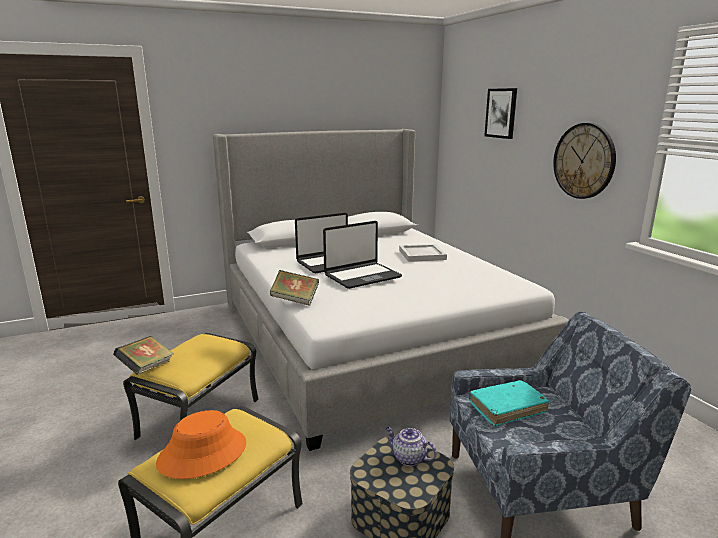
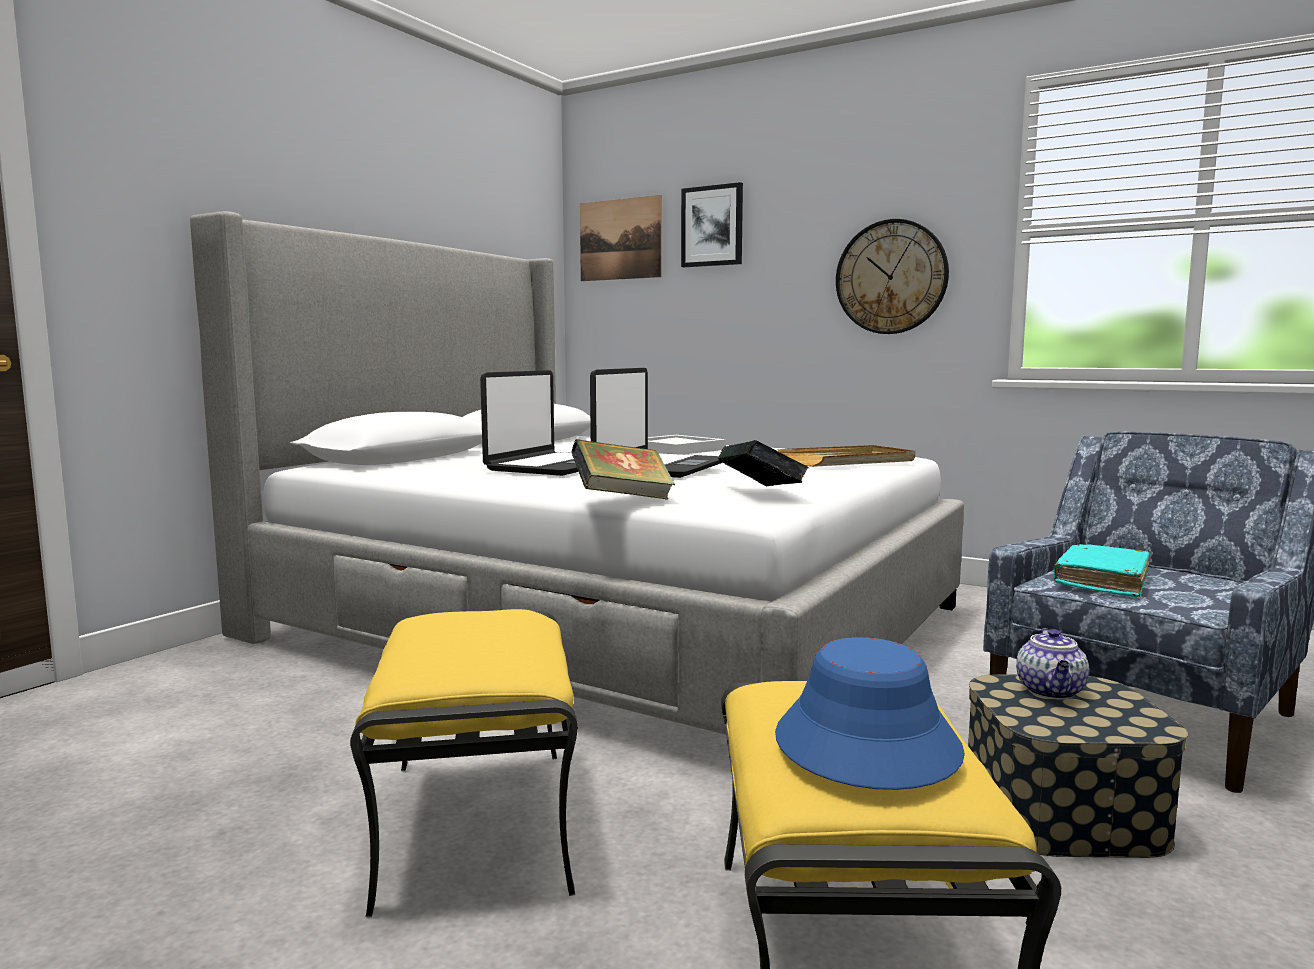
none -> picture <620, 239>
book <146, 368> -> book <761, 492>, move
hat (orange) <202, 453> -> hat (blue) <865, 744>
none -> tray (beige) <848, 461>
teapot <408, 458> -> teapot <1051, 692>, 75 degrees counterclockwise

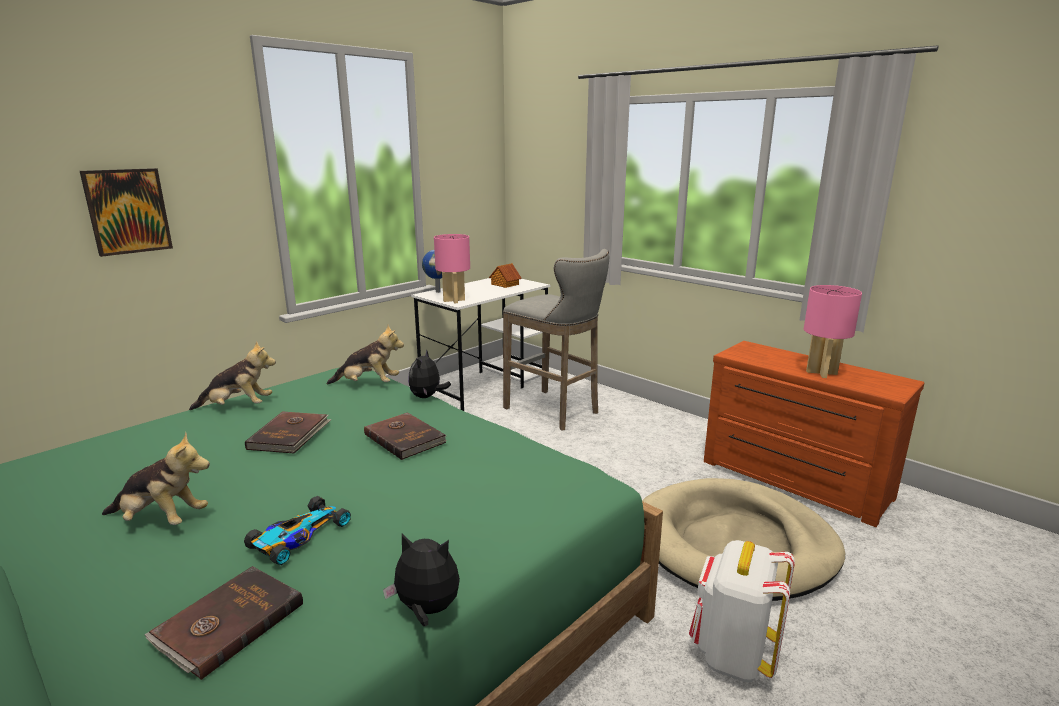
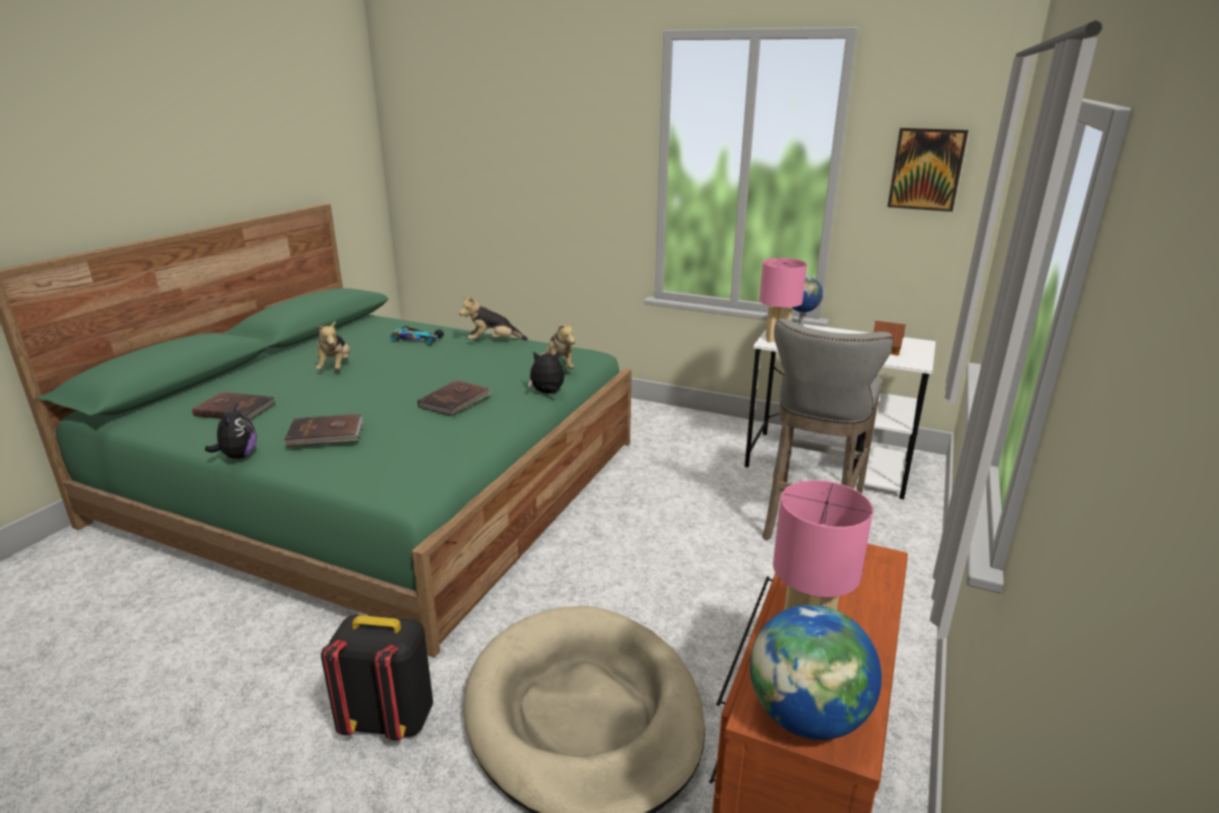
book (brown) <290, 435> -> book (brown) <325, 434>, move
backpack (white) <732, 655> -> backpack (black) <389, 719>
toy car <298, 537> -> toy car <416, 339>, move
plush toy <238, 407> -> plush toy <493, 342>, 105 degrees clockwise
none -> globe <807, 717>
picture <127, 211> -> picture <926, 169>, move

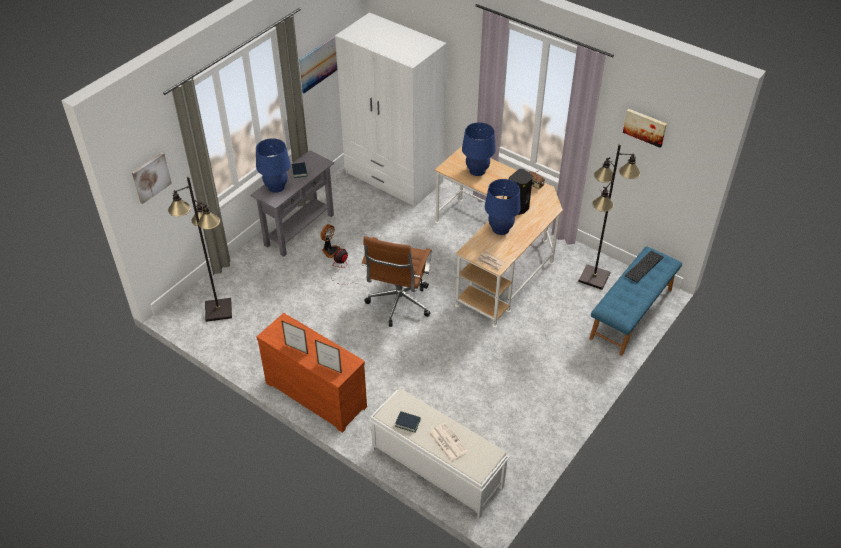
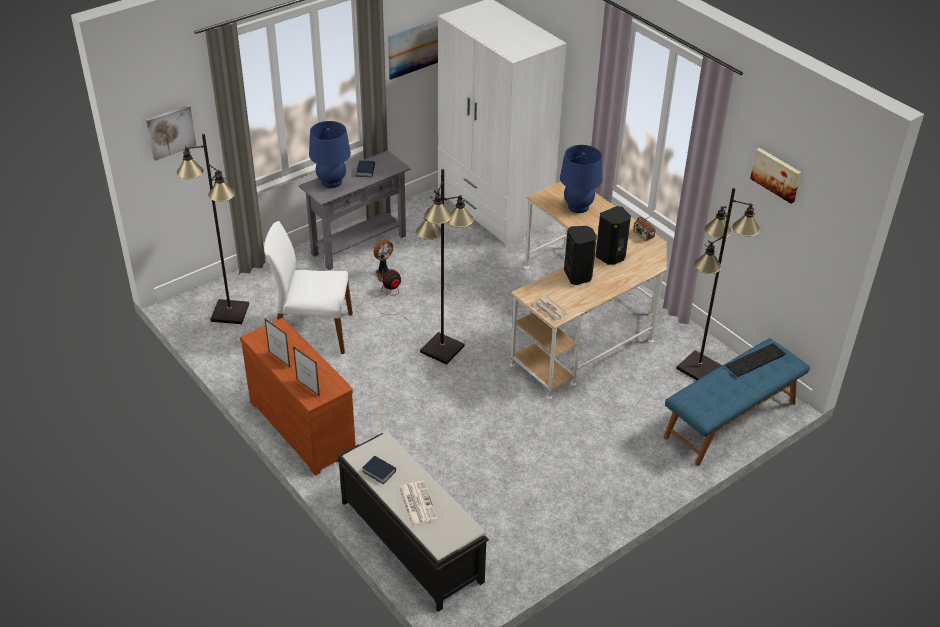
none -> chair (white) <313, 331>
bench (white) <436, 467> -> bench (black) <410, 541>
office chair (brown) <398, 304> -> floor lamp (black) <441, 349>
table lamp (blue) <500, 229> -> speaker (black) <578, 276>

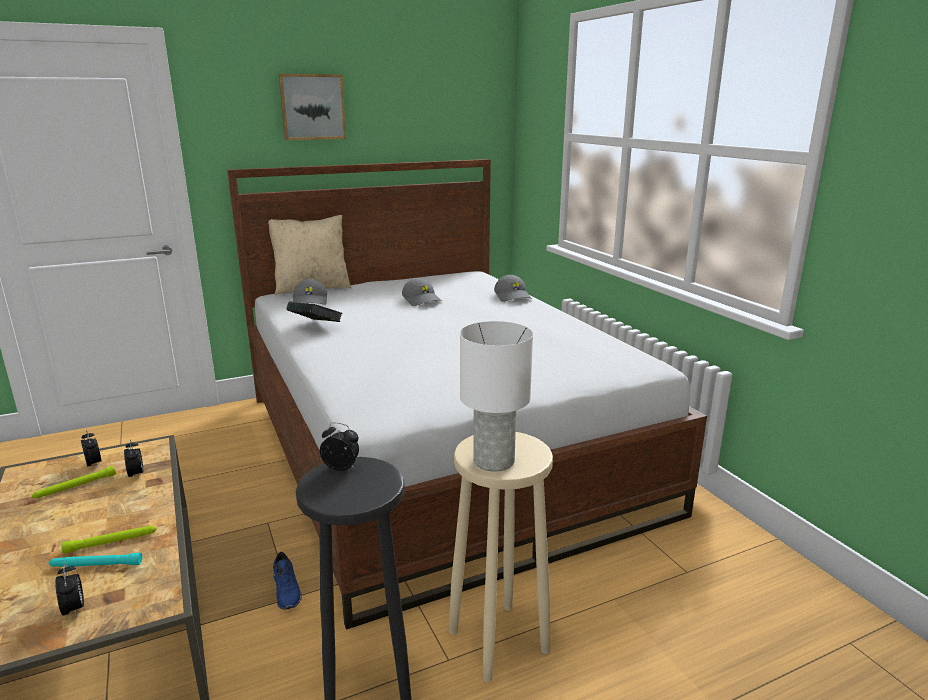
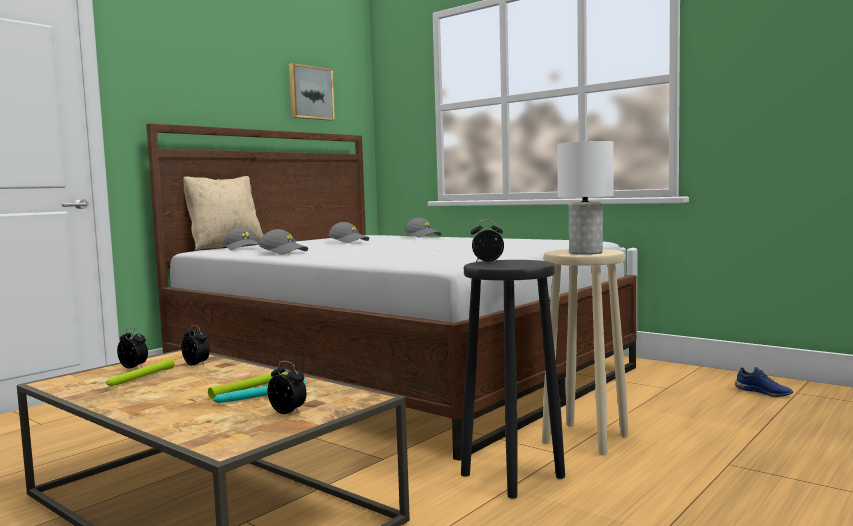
book <315, 327> -> cap (grey) <284, 252>
picture <312, 107> -> picture <310, 93>, move
shoe (blue) <287, 590> -> shoe (blue) <763, 392>, move

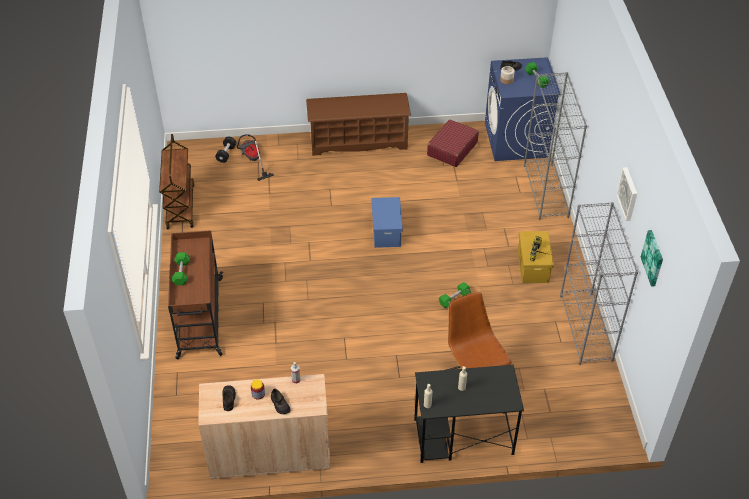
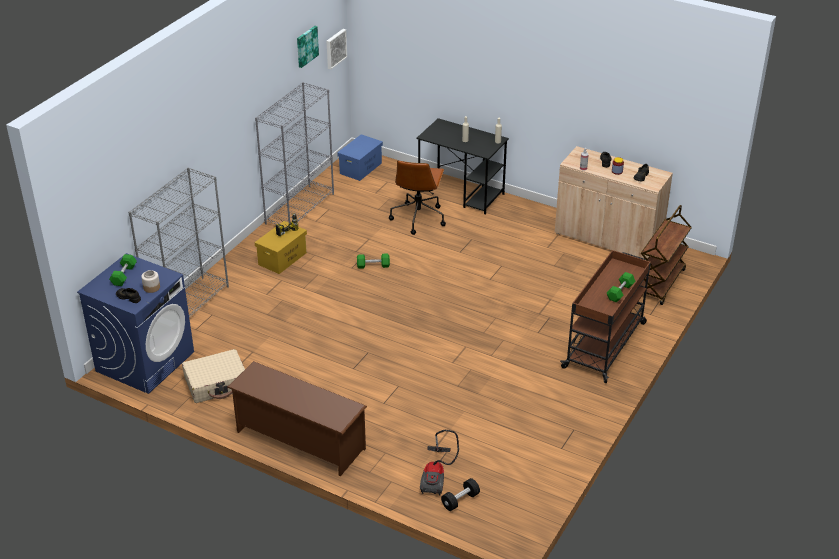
suitcase (red) <452, 149> -> suitcase (beige) <217, 383>
picture <628, 193> -> picture <335, 48>, move
storage box (blue) <386, 232> -> storage box (blue) <361, 168>, move
cart (brown) <180, 206> -> cart (brown) <660, 284>, move

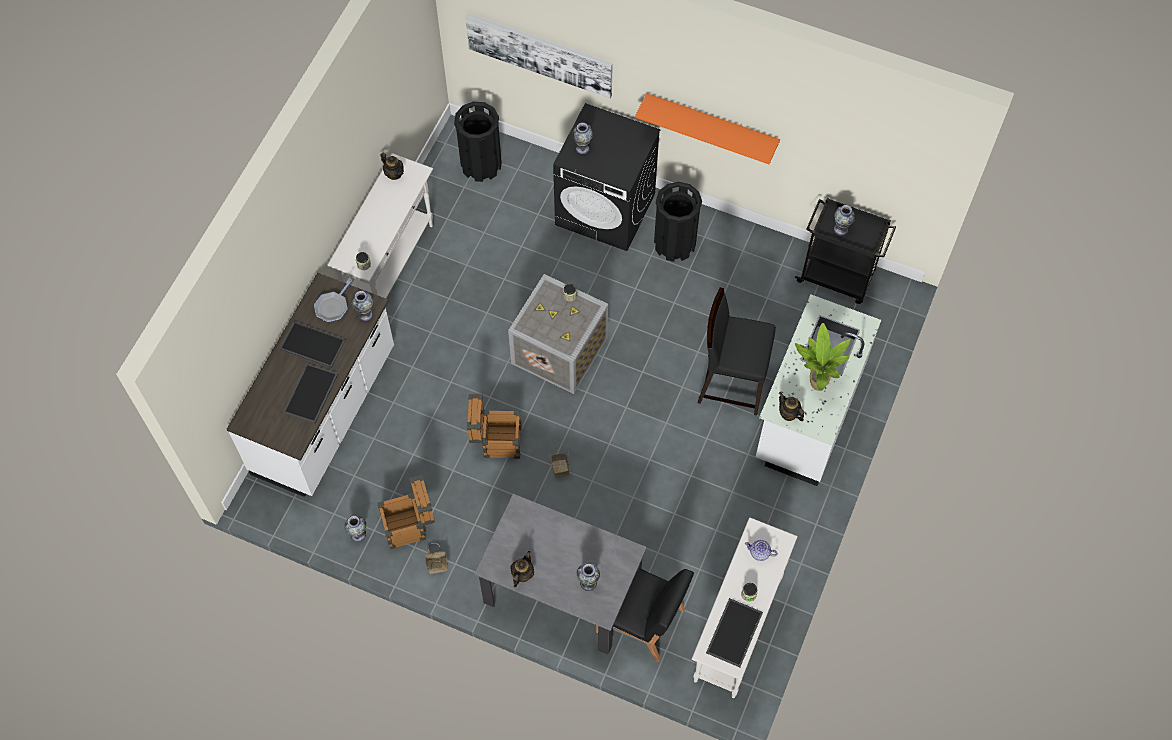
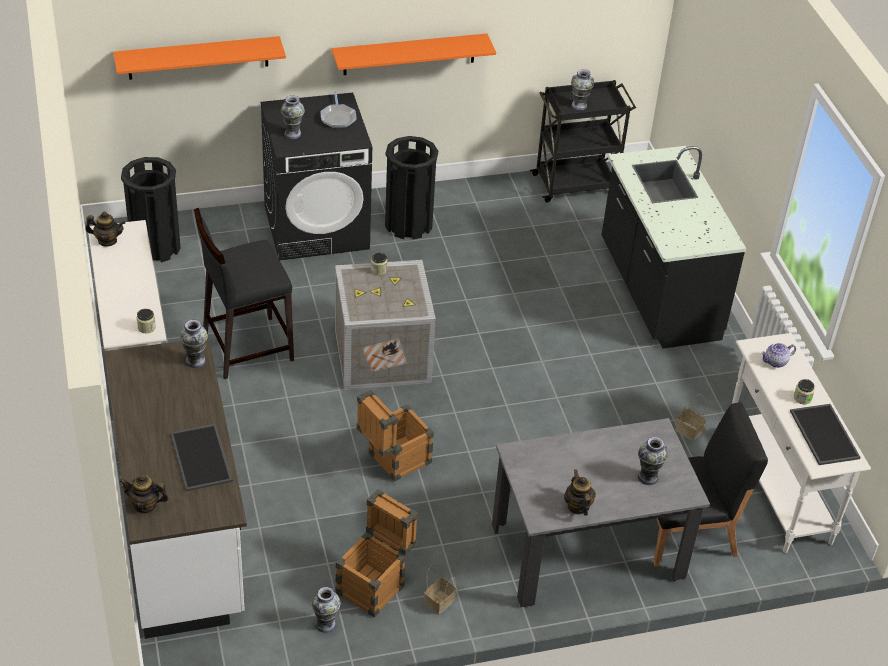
picture <540, 54> -> shelf (orange) <198, 58>
teapot <788, 414> -> teapot <145, 505>, move
stool (black) <731, 383> -> stool (black) <246, 347>, move
frying pan <332, 307> -> frying pan <338, 117>, move
counter (white) <807, 414> -> counter (black) <657, 292>
basket <559, 468> -> basket <687, 431>, move
tray <311, 345> -> none
potted plant <815, 384> -> none

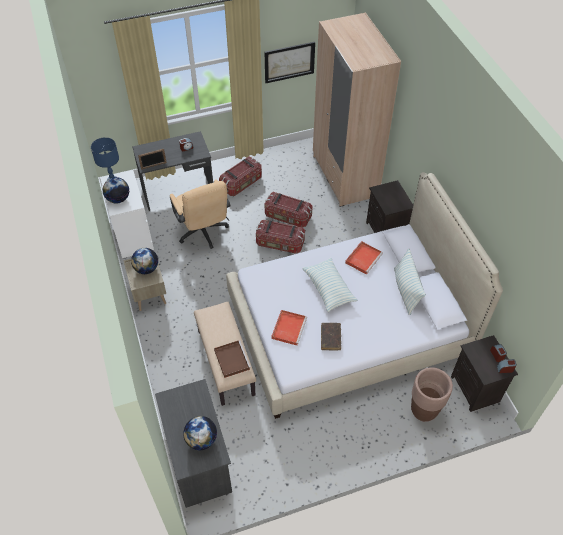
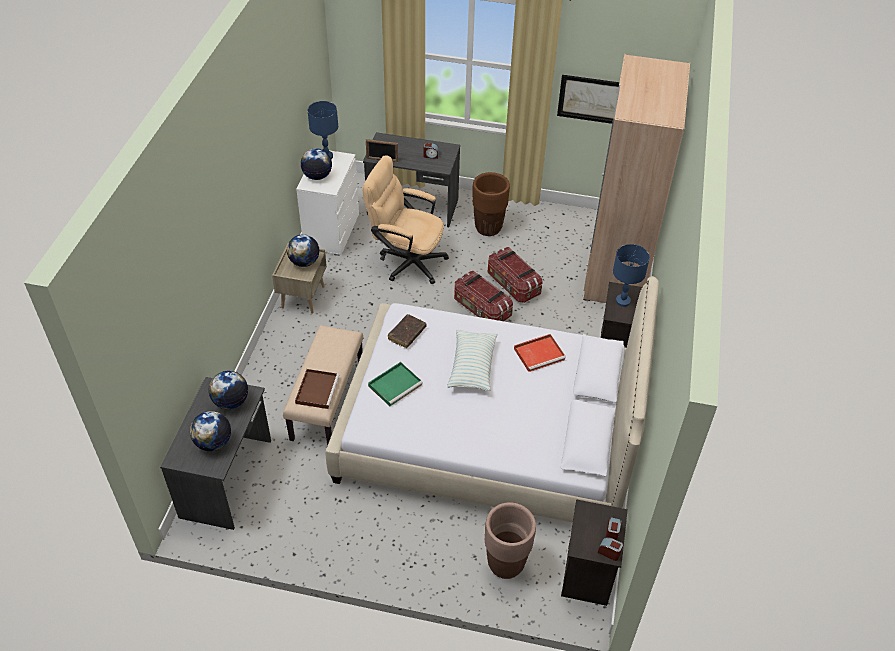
none -> globe <231, 401>
office chair (beige) <203, 233> -> office chair (beige) <406, 261>, 105 degrees clockwise
tray (red) <289, 328> -> tray (green) <395, 384>
book (brown) <330, 338> -> book (brown) <407, 334>, move
storage box <241, 184> -> planter (brown) <488, 228>
none -> table lamp (blue) <623, 301>
pillow <406, 290> -> none

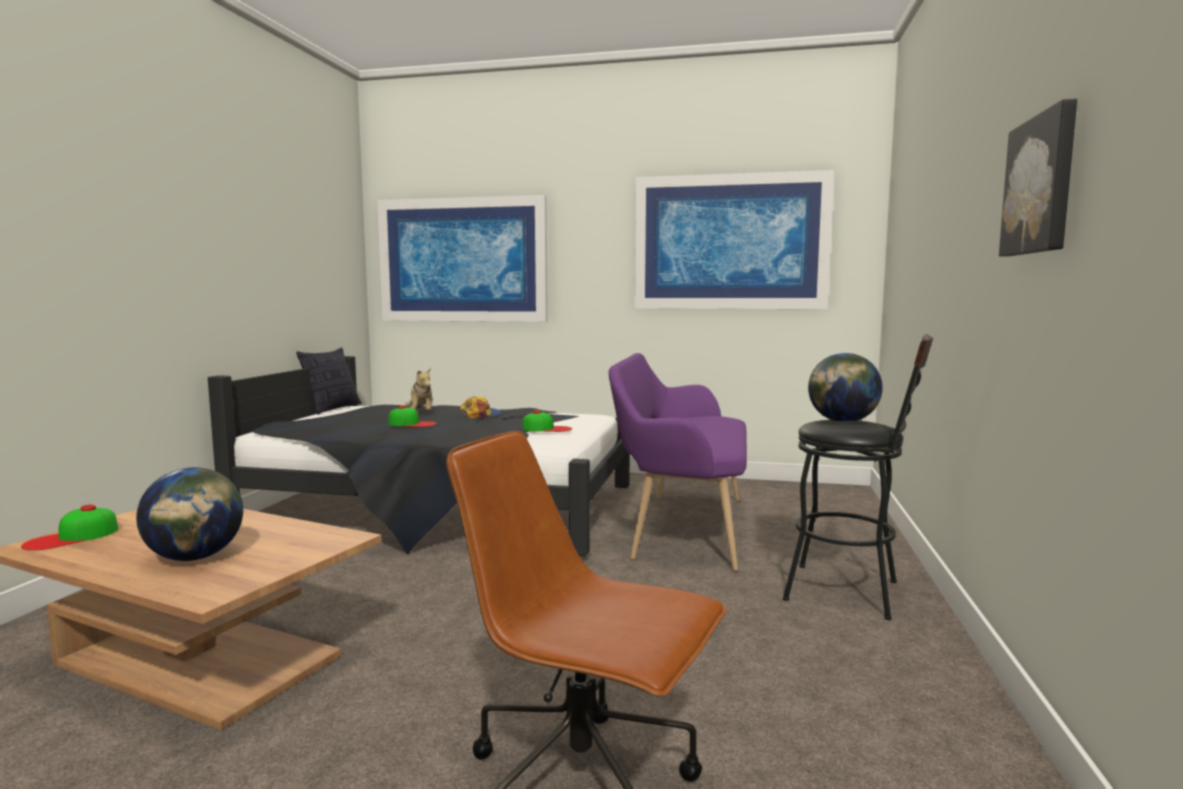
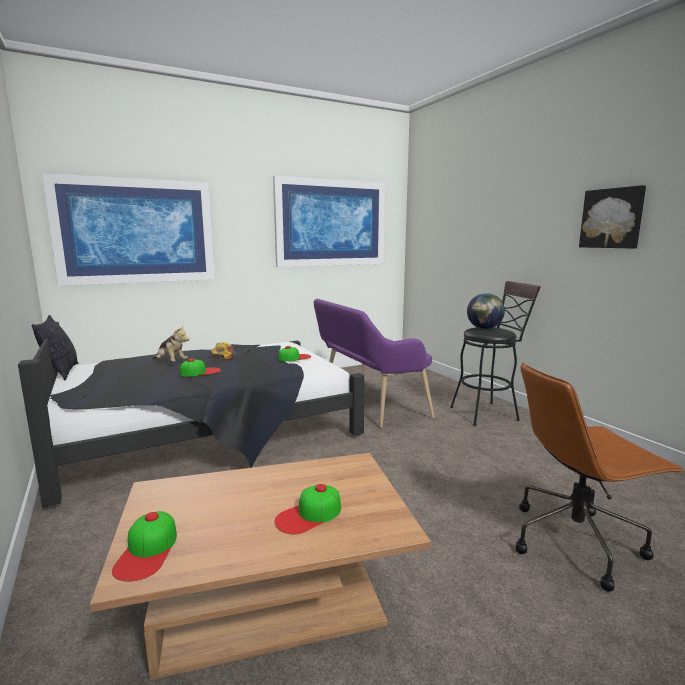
globe <195, 557> -> cap <309, 515>

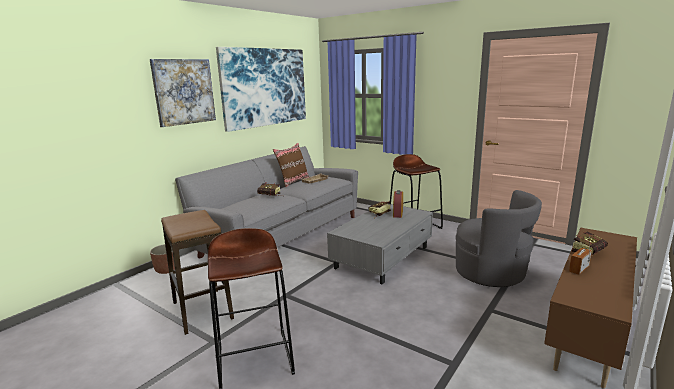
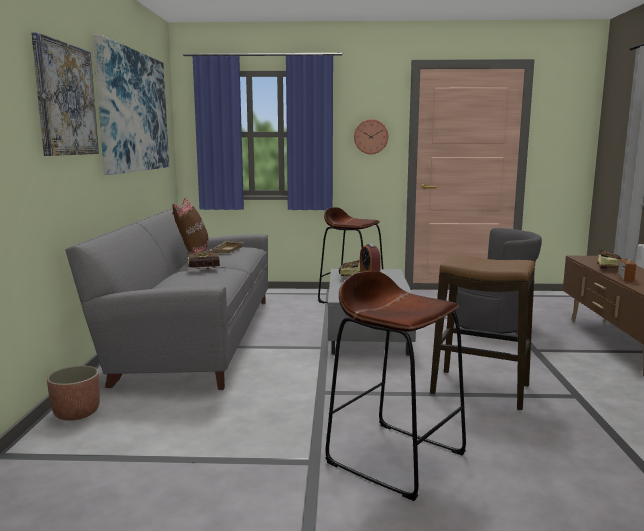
none -> wall clock <370, 136>
stool <202, 311> -> stool <480, 389>, move

